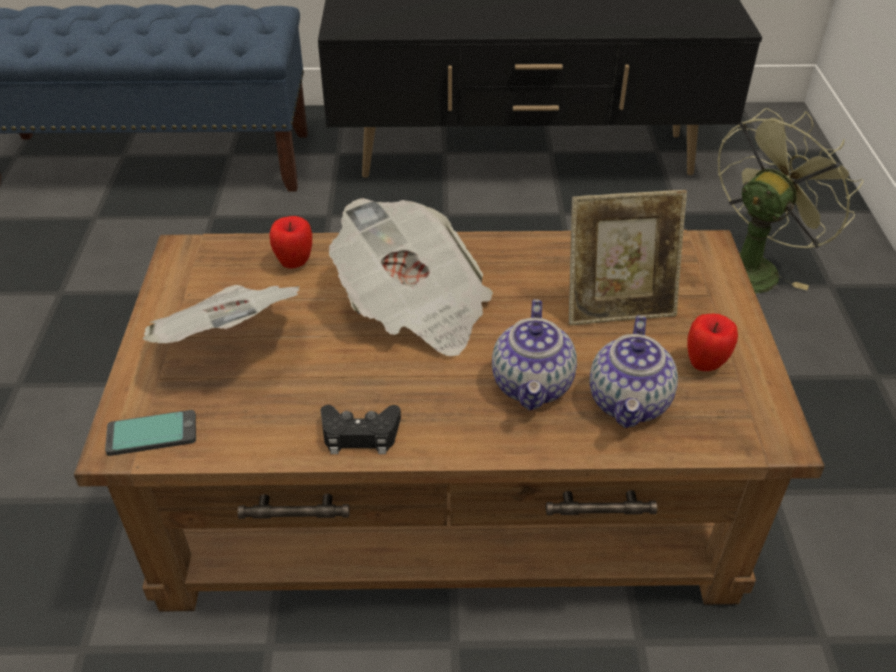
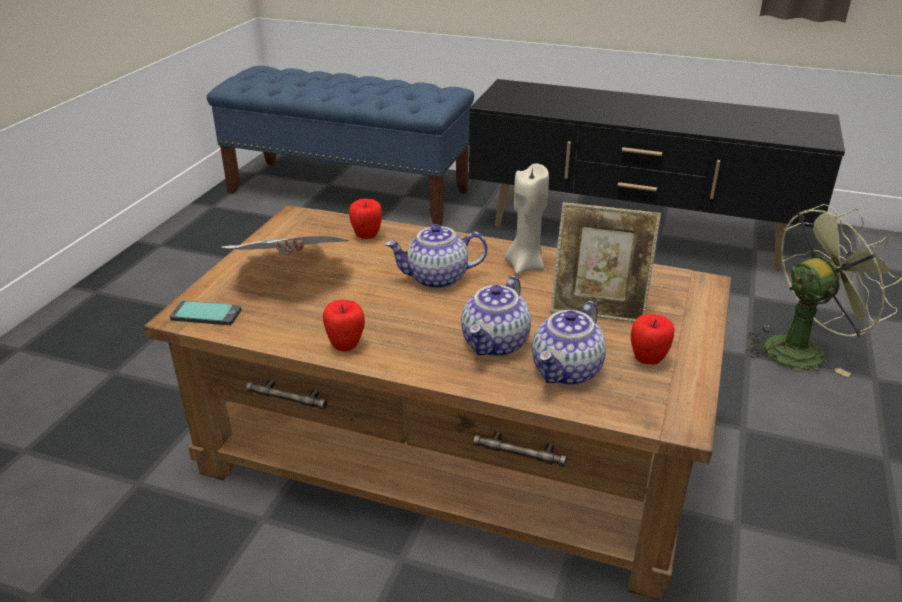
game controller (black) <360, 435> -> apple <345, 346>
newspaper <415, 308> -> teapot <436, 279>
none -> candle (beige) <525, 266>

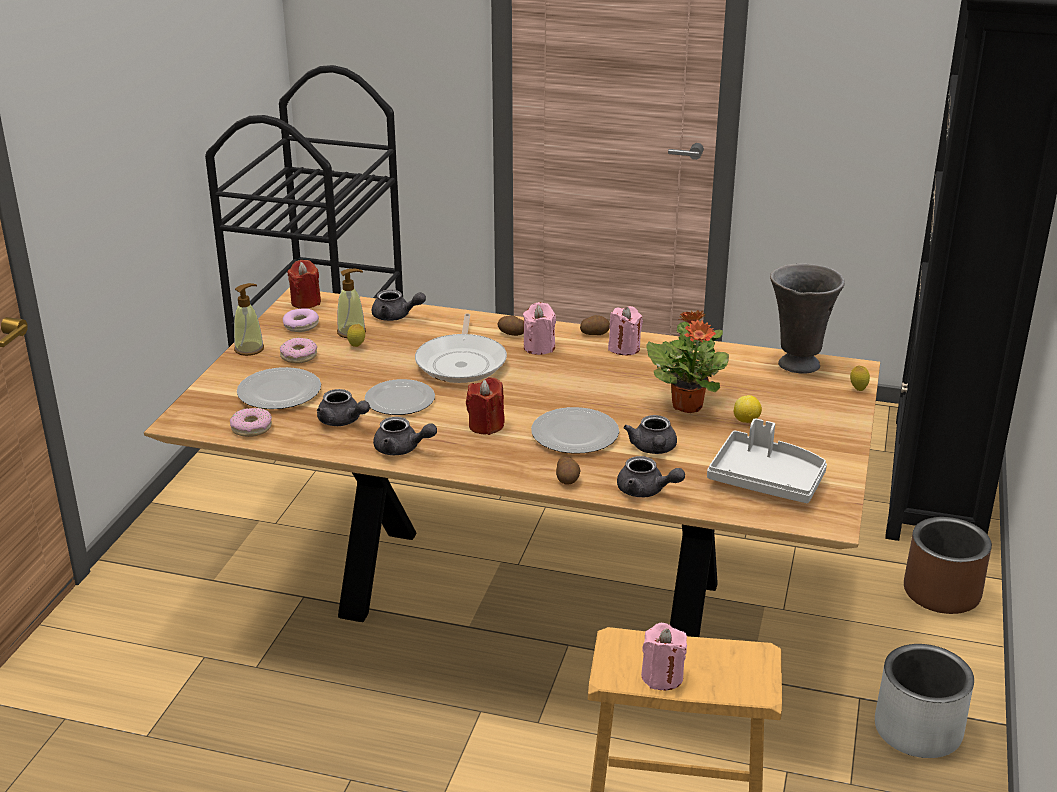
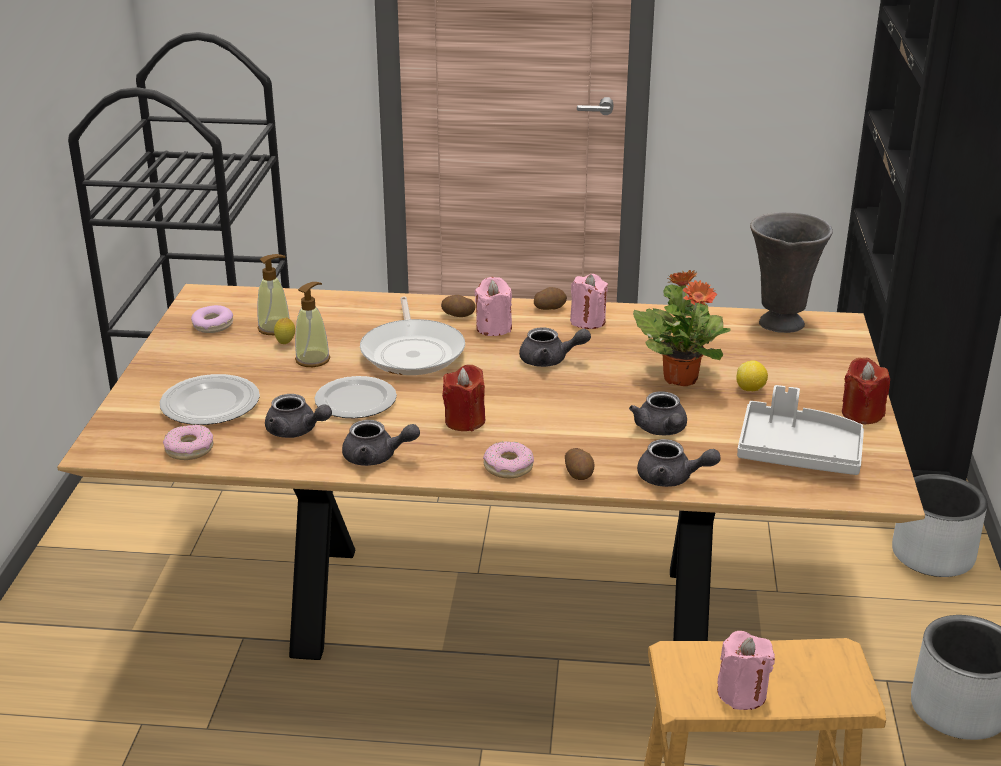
soap dispenser <249, 349> -> soap dispenser <313, 359>, move
donut <298, 356> -> donut <508, 467>, move
teapot (grey) <396, 316> -> teapot (grey) <550, 360>, move
candle (red) <306, 302> -> candle (red) <861, 414>, move
planter (brown) <941, 593> -> planter (grey) <932, 555>
plate <574, 433> -> none
lemon <858, 389> -> none

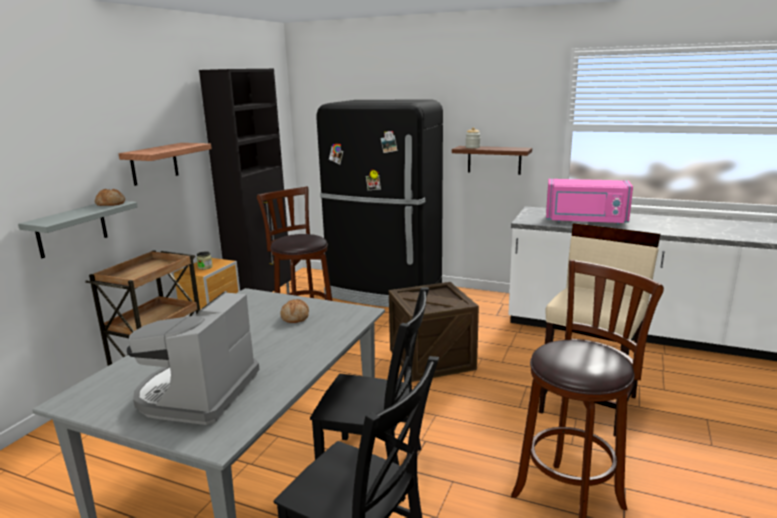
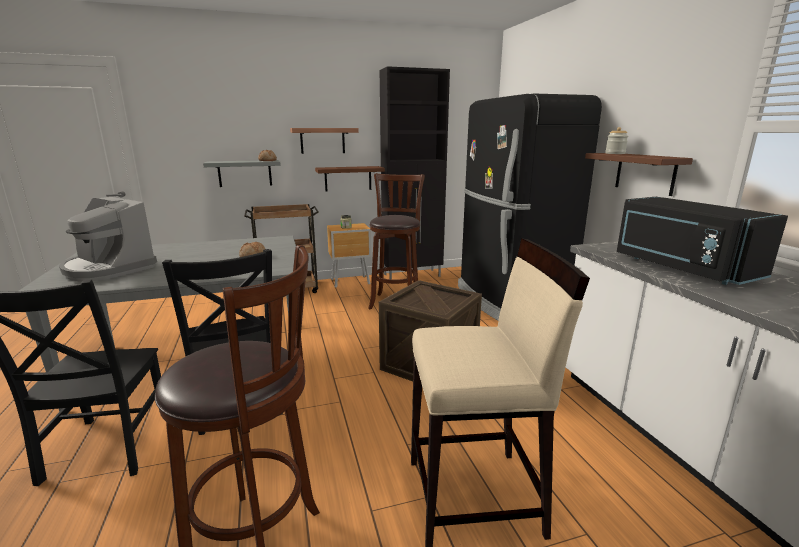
coffee machine <197, 393> -> coffee machine <108, 269>, 120 degrees counterclockwise
none -> shelf (brown) <348, 178>
microwave (pink) <585, 221> -> microwave (black) <680, 268>

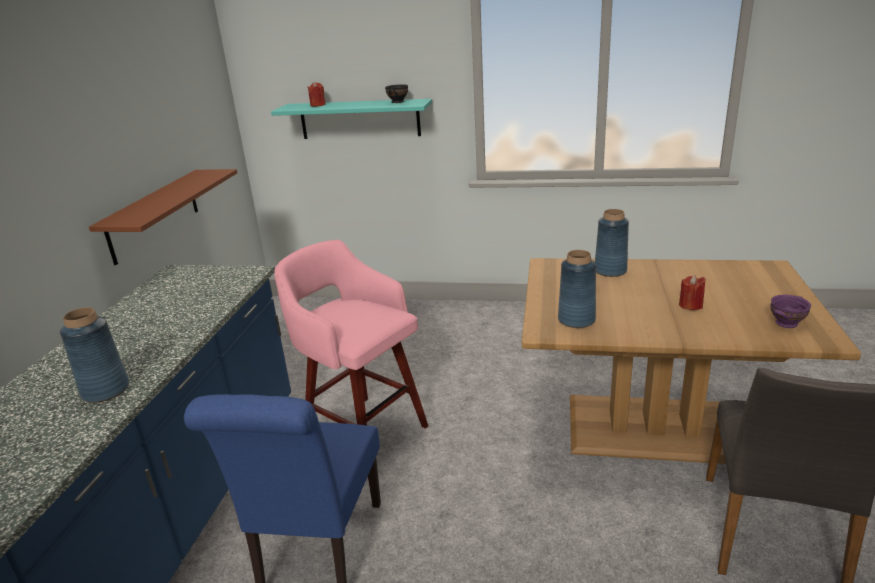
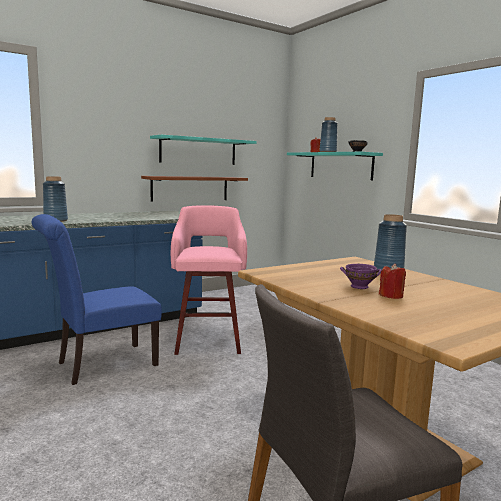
none -> shelf (turquoise) <198, 151>
vase (blue) <576, 319> -> vase (blue) <328, 152>, move
bowl (purple) <785, 323> -> bowl (purple) <358, 286>, move

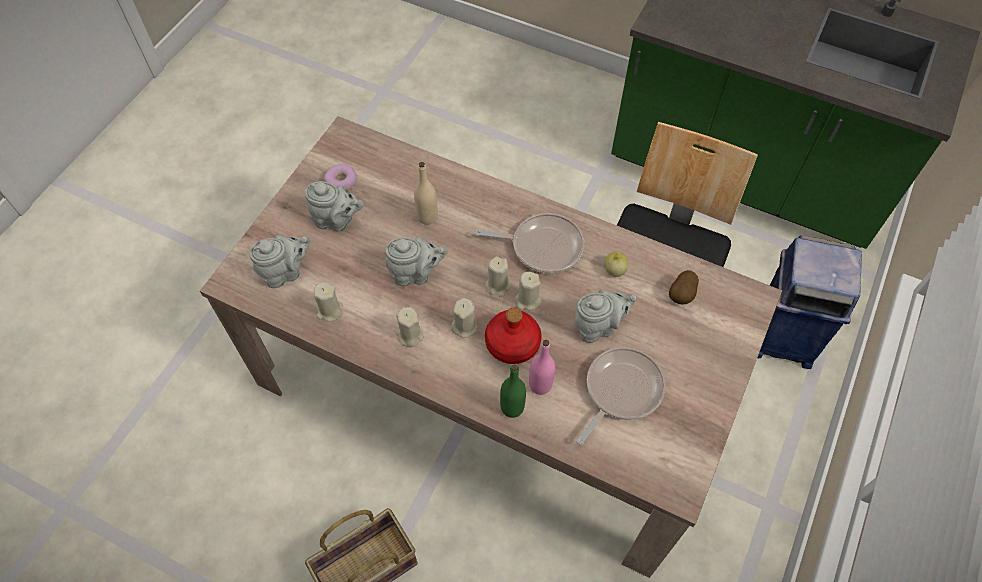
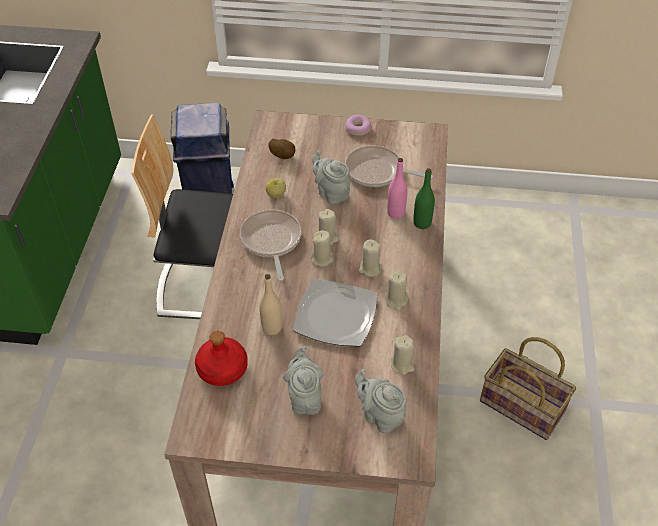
bottle (red) <512, 342> -> bottle (red) <222, 369>, move
teapot (grey) <415, 274> -> plate <336, 316>
donut <342, 182> -> donut <358, 129>, move

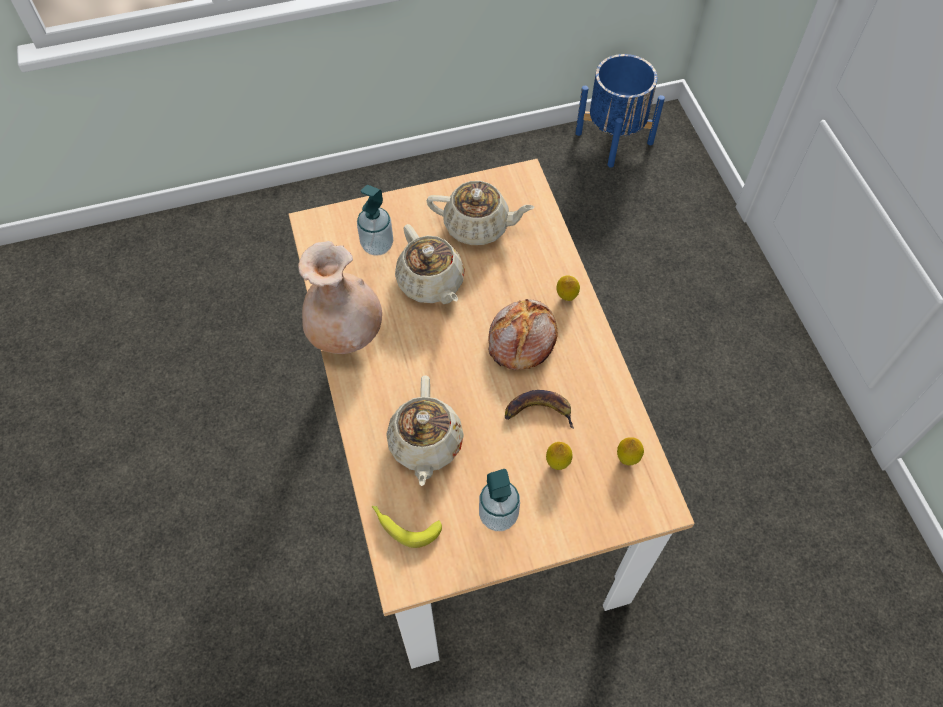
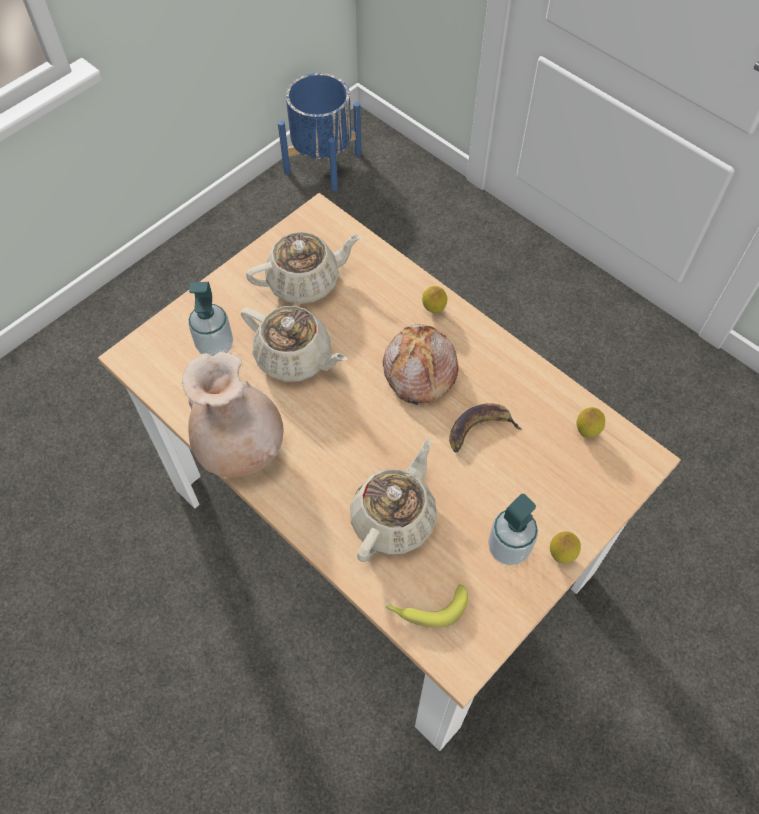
teapot (beige) <425, 444> -> teapot (beige) <394, 518>, 120 degrees counterclockwise
lemon <557, 463> -> lemon <561, 555>, move

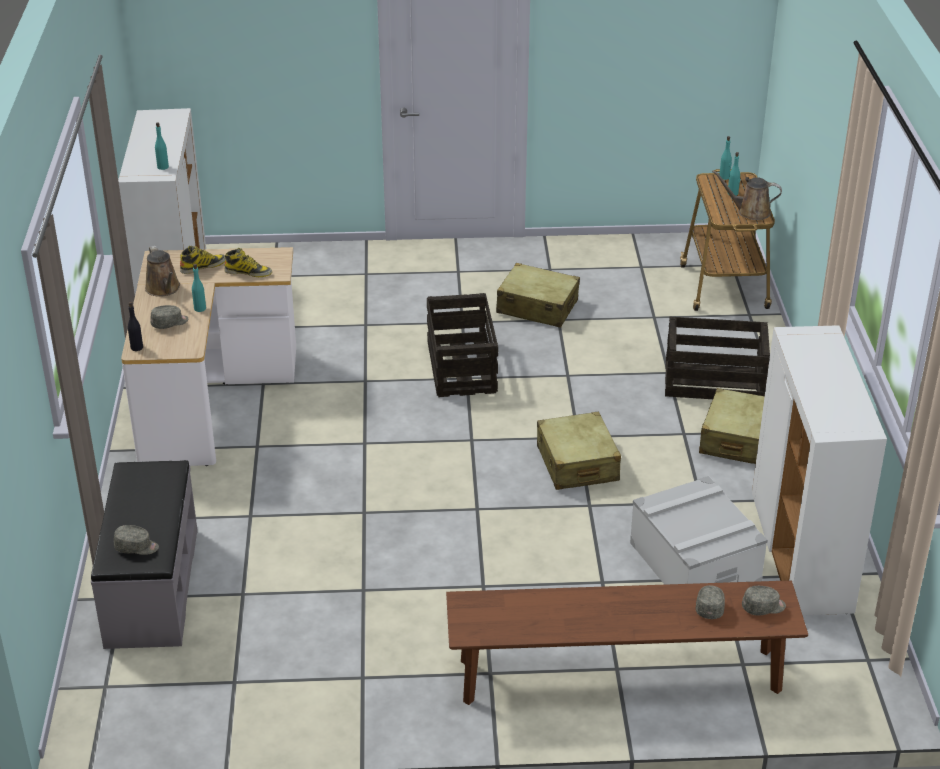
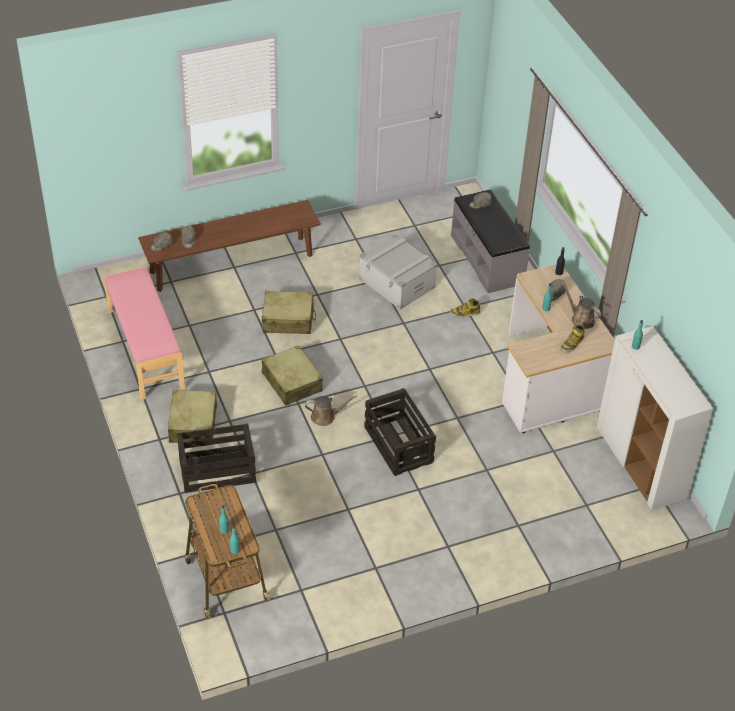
cabinet (white) <801, 554> -> bench (pink) <144, 349>
suitcase (beige) <537, 307> -> suitcase (beige) <288, 320>, move
watering can (brown) <750, 212> -> watering can (brown) <325, 417>, move
storage box (grey) <694, 563> -> storage box (grey) <397, 283>, move
boot <248, 272> -> boot <465, 313>, move

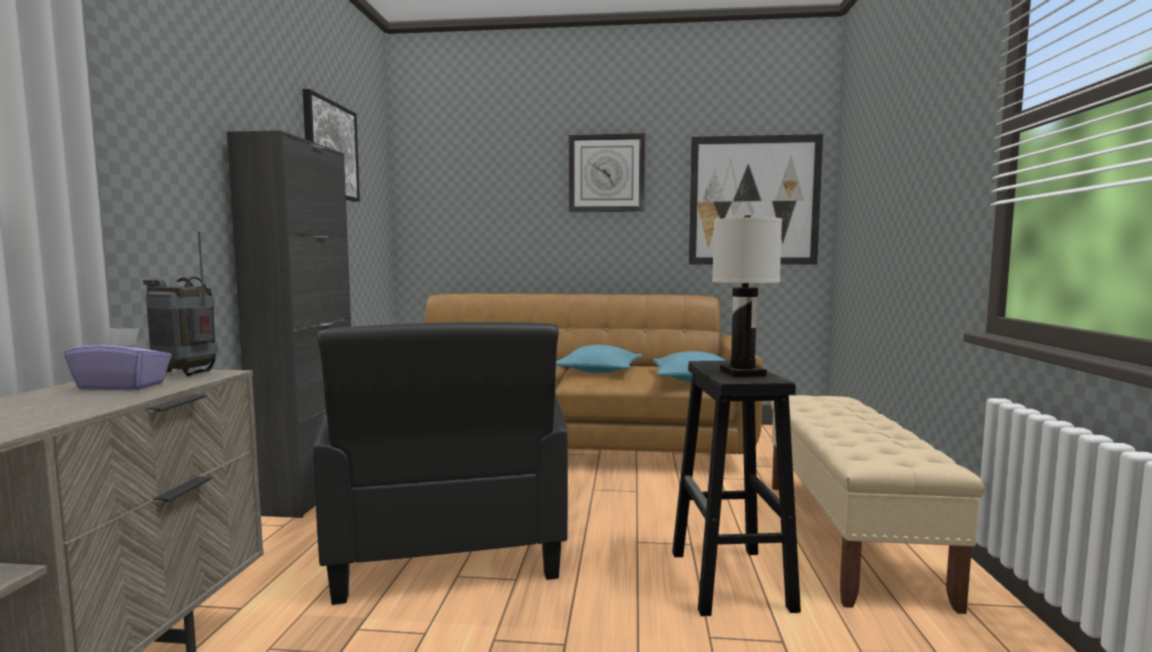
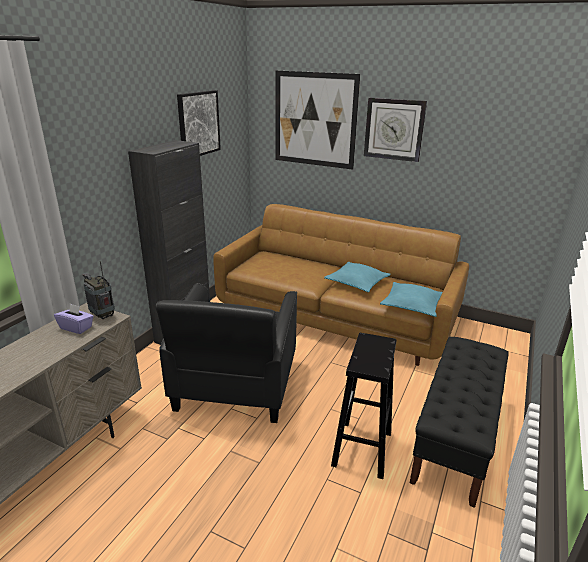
picture <754, 201> -> picture <315, 120>, move
bench (beige) <848, 537> -> bench (black) <455, 438>
table lamp (white) <742, 373> -> none

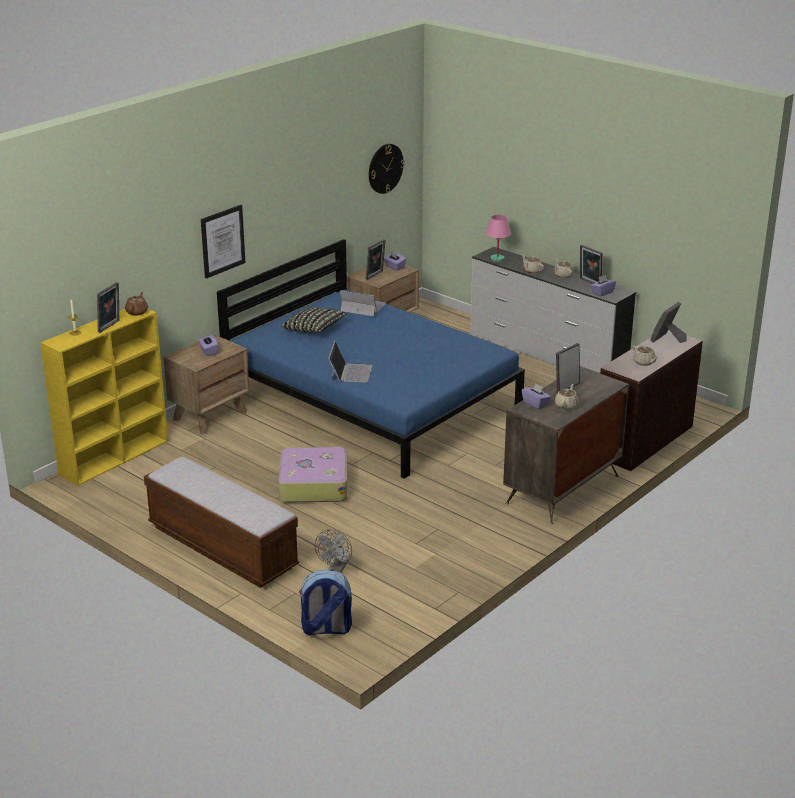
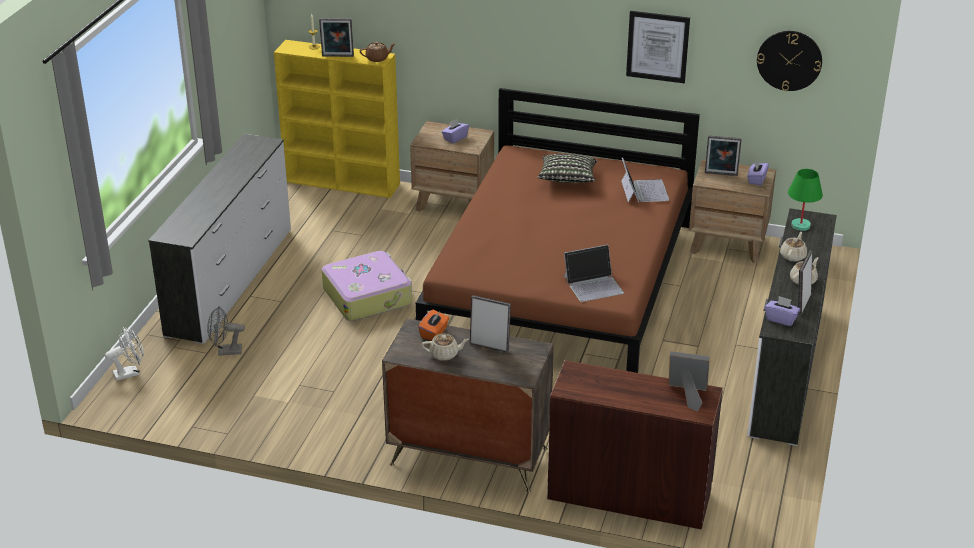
backpack <326, 629> -> fan (white) <130, 373>
bench <222, 547> -> dresser (white) <231, 281>
bed (blue) <372, 400> -> bed (brown) <562, 281>
tissue box (purple) <535, 403> -> tissue box (orange) <434, 333>
laptop <350, 372> -> laptop <593, 284>, move
picture <222, 241> -> picture <657, 46>, move
table lamp (pink) <497, 259> -> table lamp (green) <800, 225>
teapot (beige) <644, 362> -> none

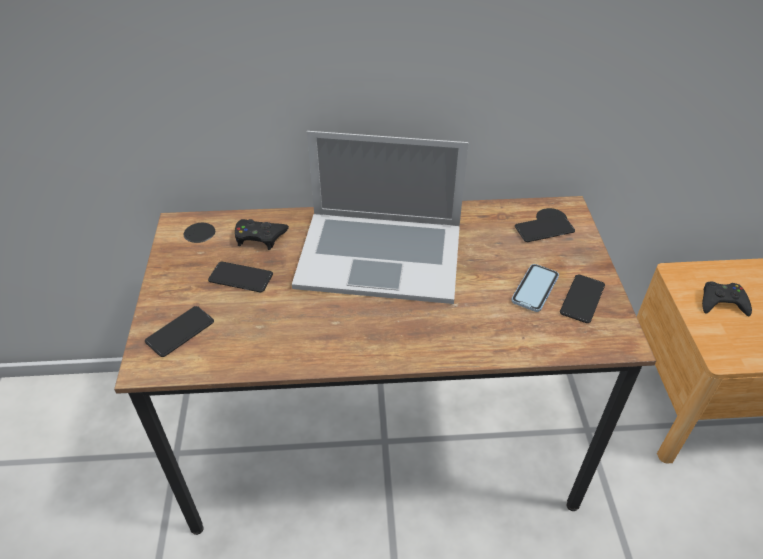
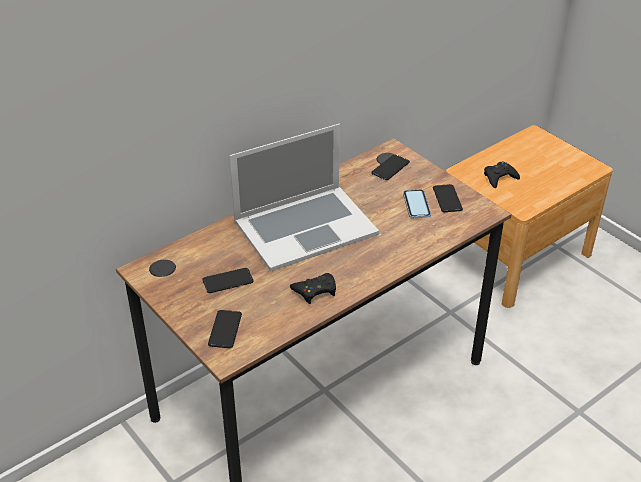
game controller (black) <259, 237> -> game controller (black) <315, 291>, move

